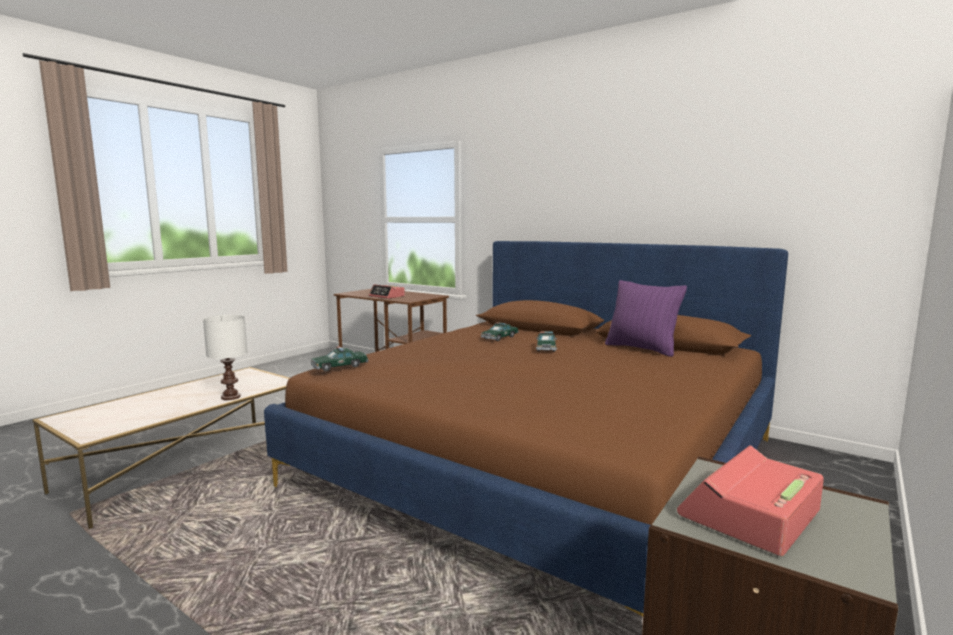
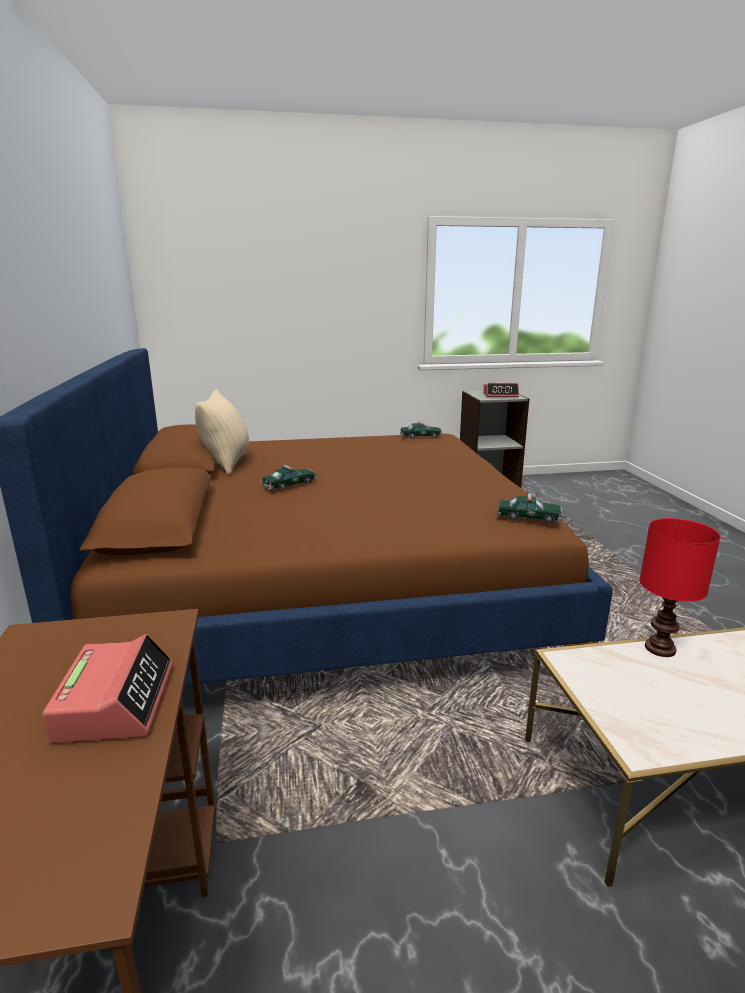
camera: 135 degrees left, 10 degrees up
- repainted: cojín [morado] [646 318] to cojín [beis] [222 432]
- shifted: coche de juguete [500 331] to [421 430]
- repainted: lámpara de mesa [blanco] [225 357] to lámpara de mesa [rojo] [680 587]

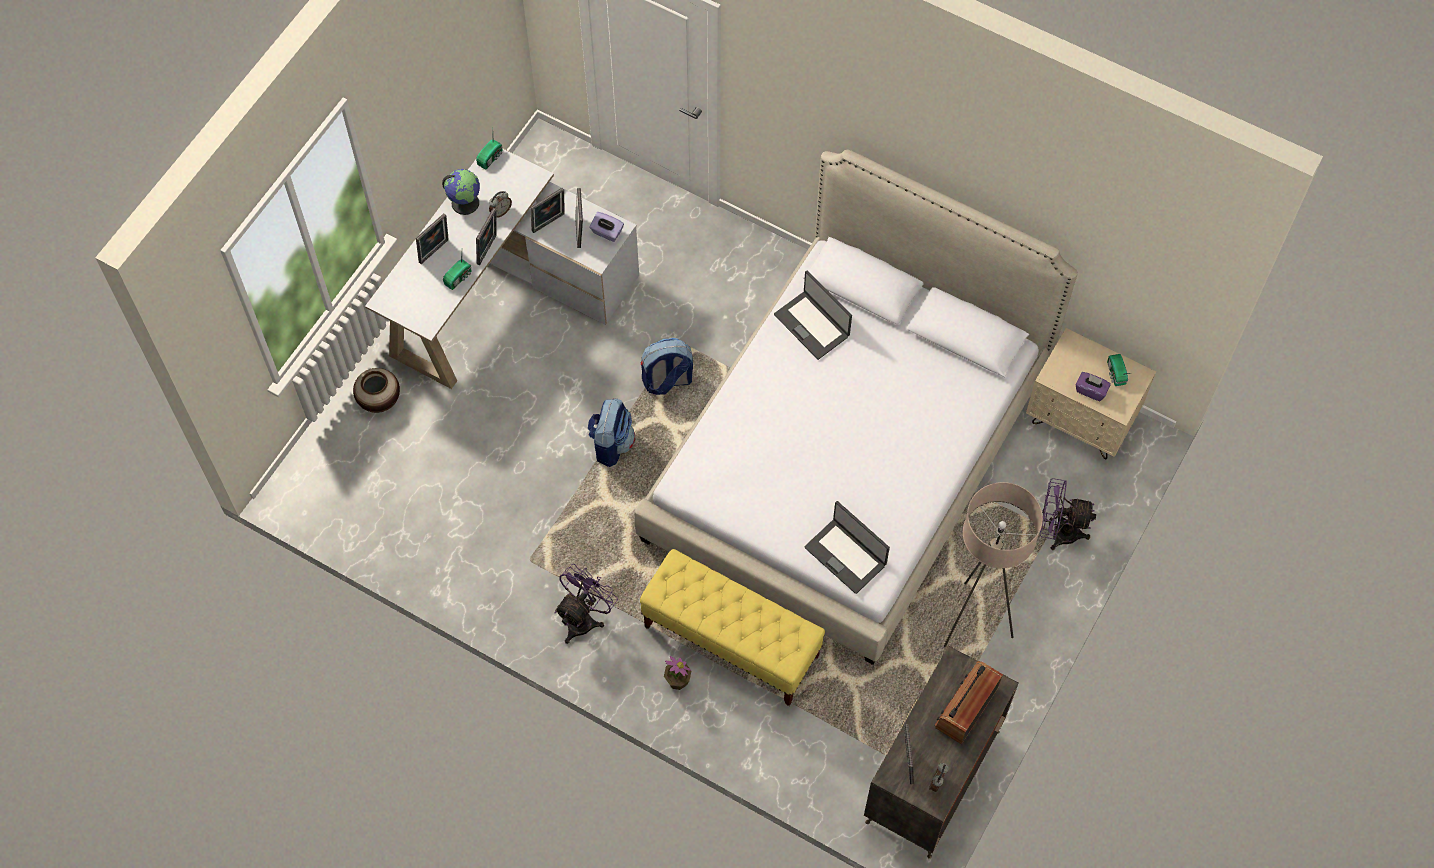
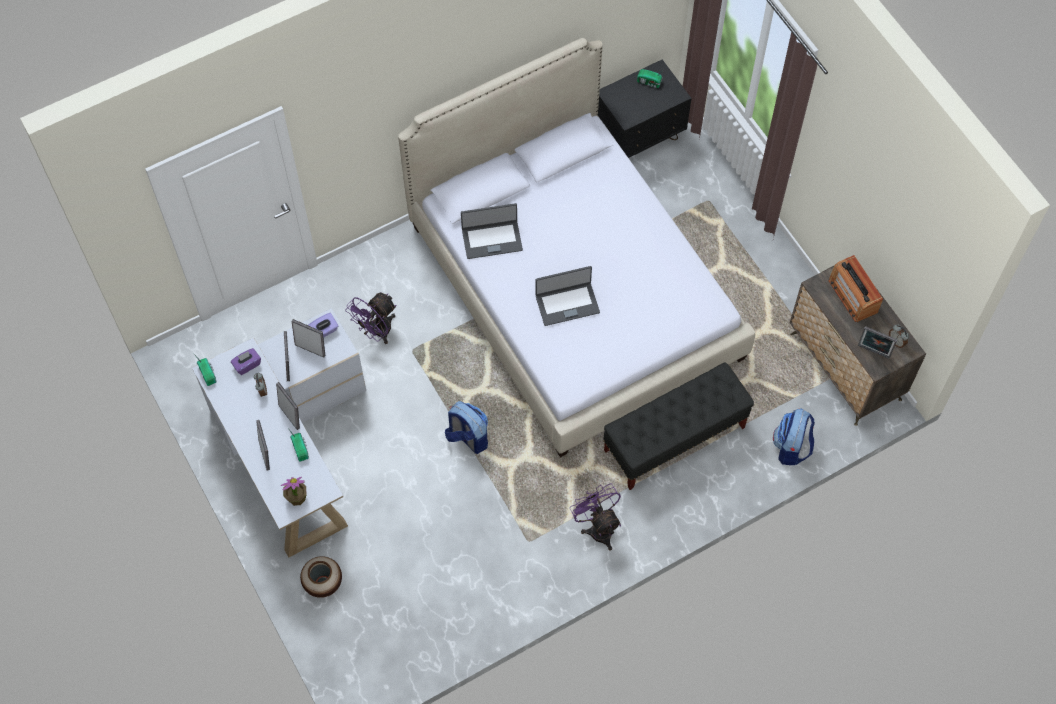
camera: 60 degrees left, 0 degrees up
- shifted: caja de pañuelos [morado] [1093 386] to [246 361]
- shifted: planta en maceta [677 673] to [293 491]
- shifted: ventilador [morado] [1068 514] to [370 318]
- shifted: portátil [847 547] to [567 296]
- repainted: mesita de noche [beis] [1091 394] to mesita de noche [negro] [644 108]
- repainted: banco [amarillo] [732 627] to banco [negro] [678 426]
- shifted: mochila [667 366] to [794 436]
- gone: globo terráqueo [461 192]
- gone: lámpara de pie [beis] [993 564]

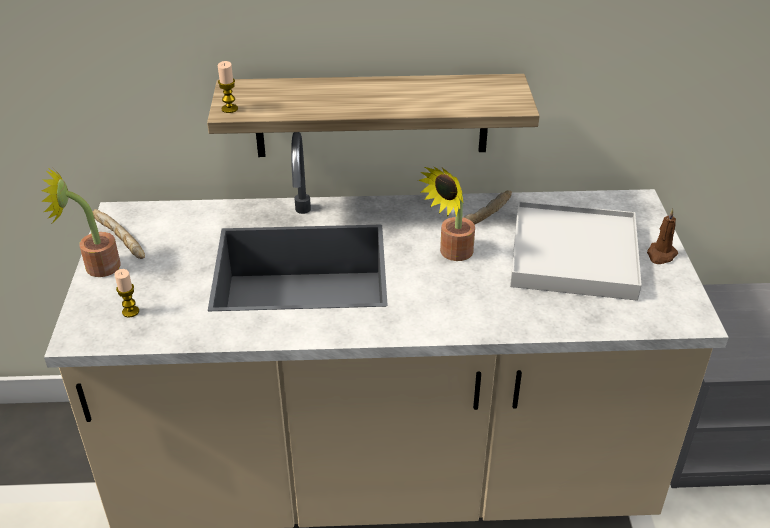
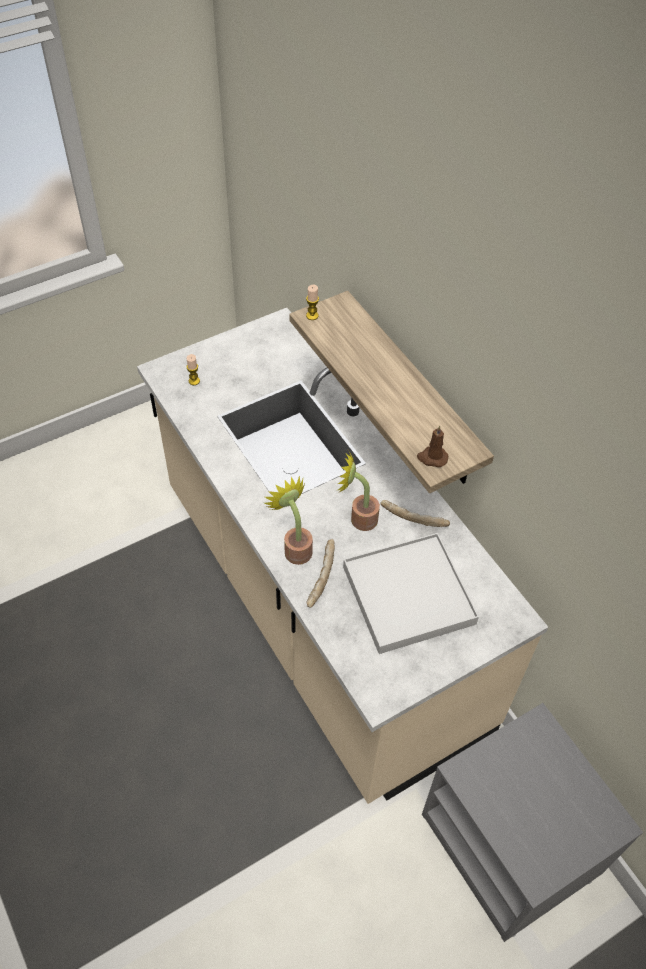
camera: 60 degrees right, 15 degrees up
- shifted: planta en maceta [81 222] to [288 520]
- shifted: pan [119 234] to [321 573]
- shifted: vela [marrón] [662 236] to [432 446]

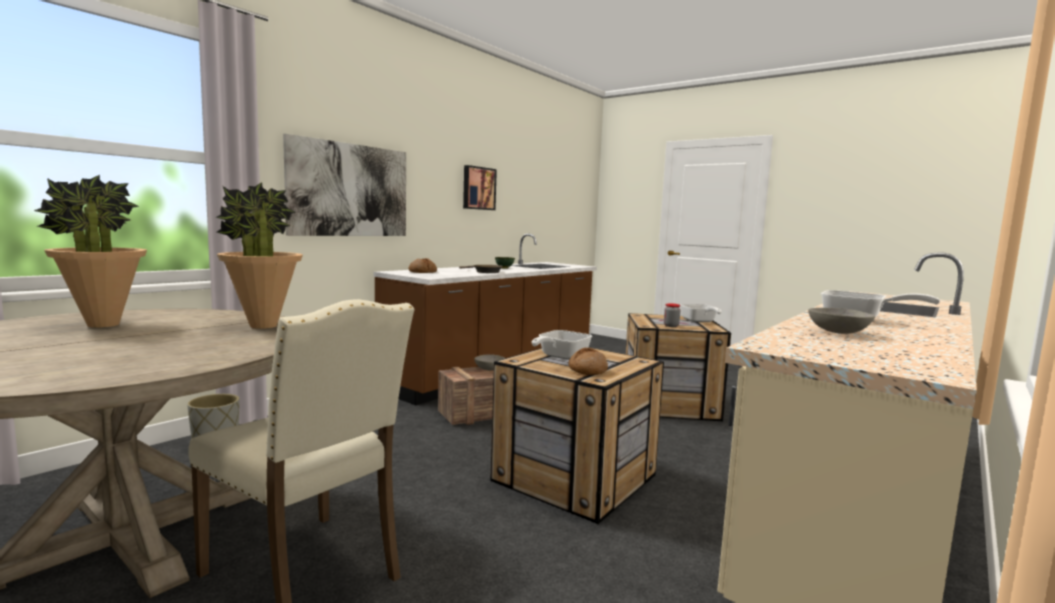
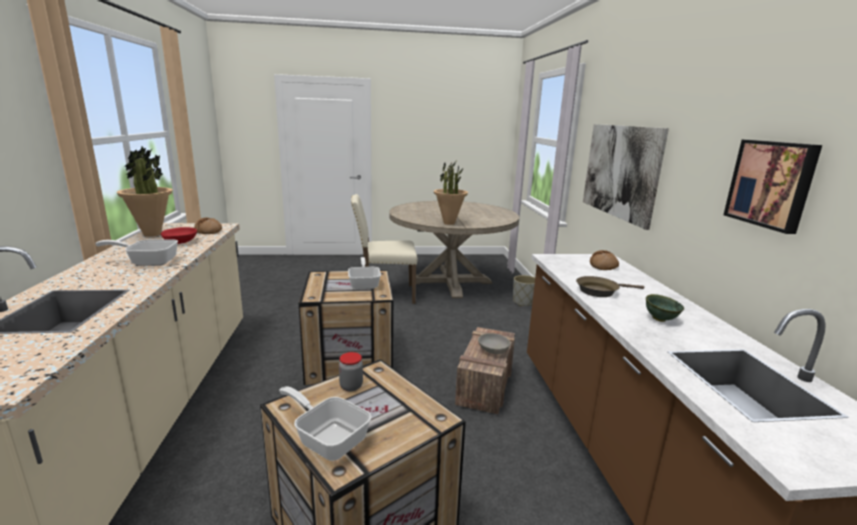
camera: 135 degrees right, 10 degrees up
- shifted: planta en maceta [90 251] to [144 192]
- repainted: cuenco [gris] [841 321] to cuenco [rojo] [179 235]
- shifted: pan [588 361] to [208 226]

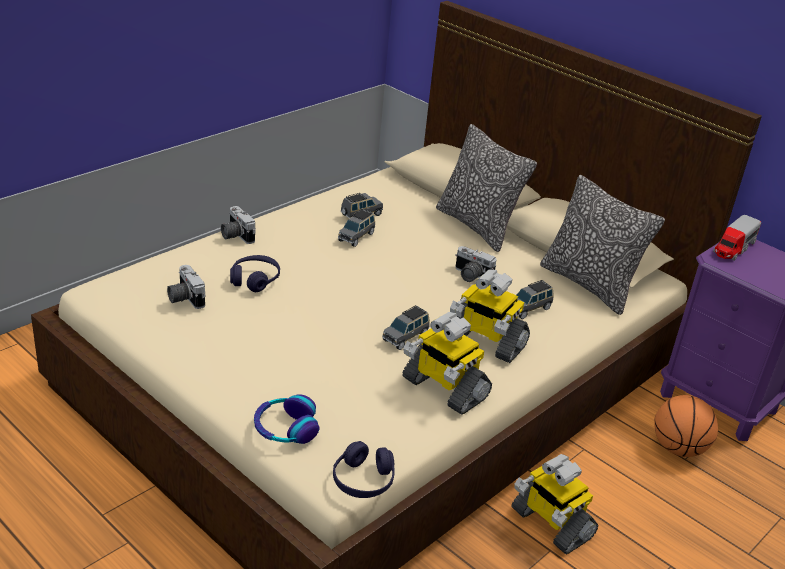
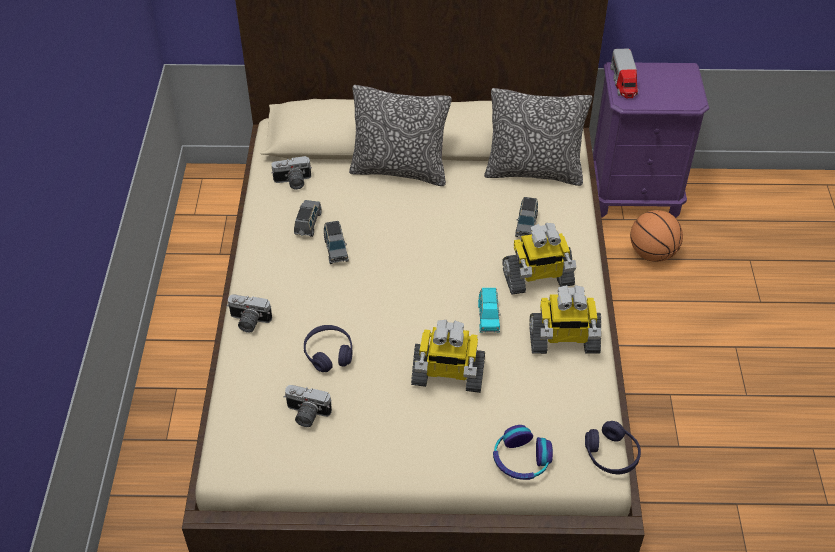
camera: 40 degrees left, 15 degrees up
- shifted: cámara [476 264] to [291 173]
- shifted: robot de juguete [555 504] to [448 356]
- repainted: coche de juguete [gris] [406 327] to coche de juguete [turquesa] [489 310]

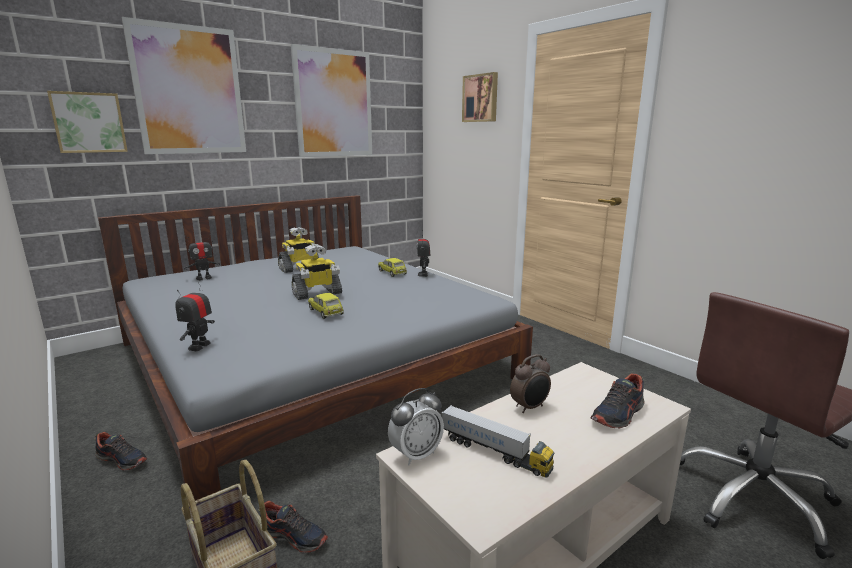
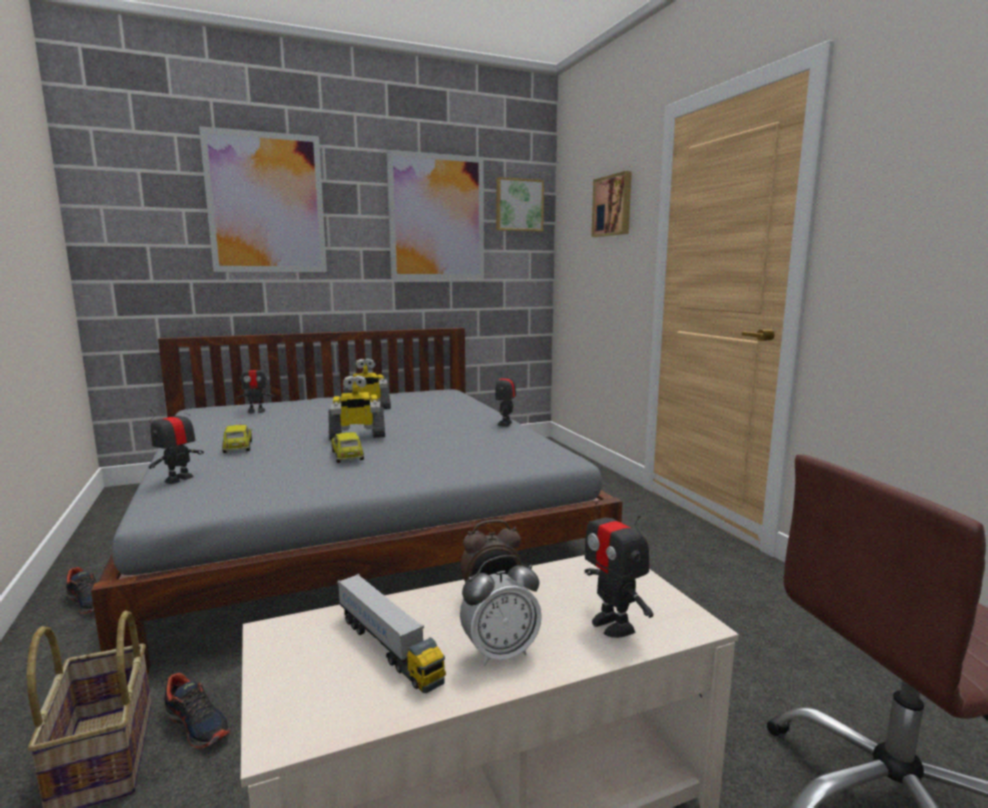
camera: 15 degrees right, 5 degrees down
- shifted: coche de juguete [392 267] to [237 439]
- shifted: despertador [416 426] to [501 610]
- shifted: cuadro [87 122] to [520 204]
- swapped: zapato [618 401] to robot de juguete [619 564]

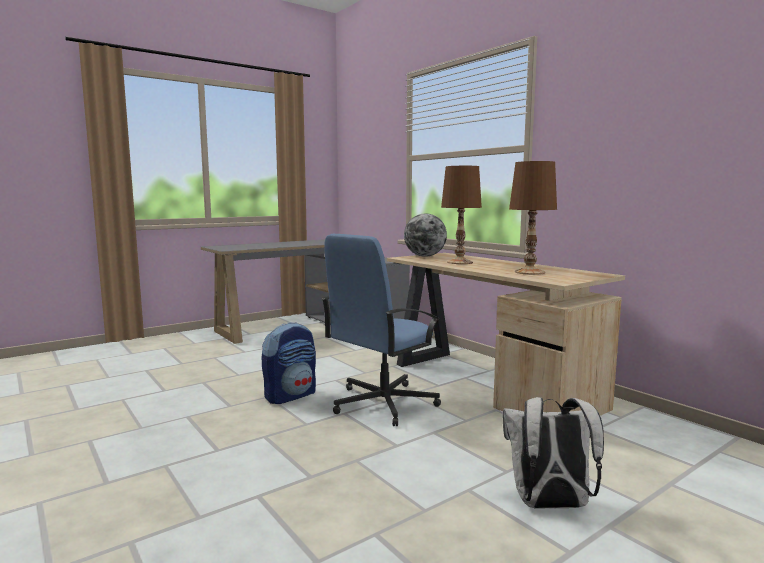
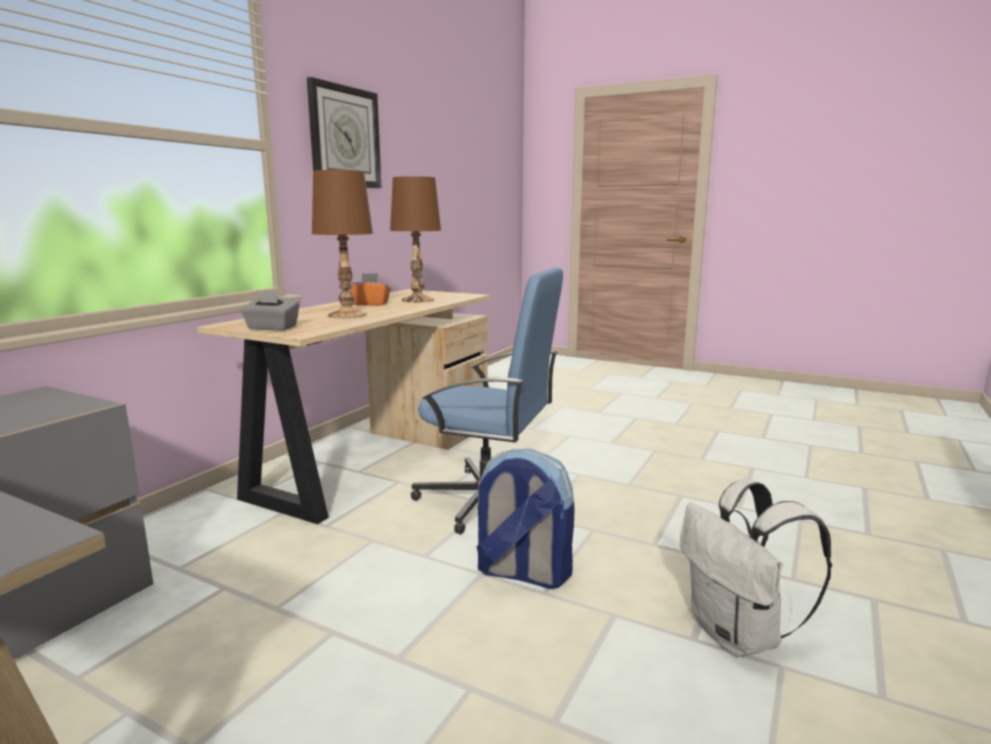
camera: 115 degrees left, 5 degrees up
- swapped: globo terráqueo [425 235] to caja de pañuelos [gris] [270 310]
- new: reloj de pared [344 132]
- new: caja de pañuelos [naranja] [370 289]
- shifted: mochila [blanco] [553 453] to [756 568]

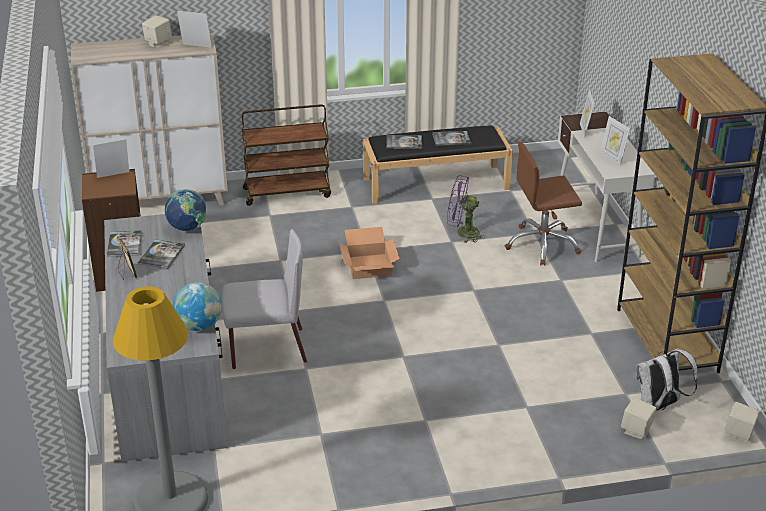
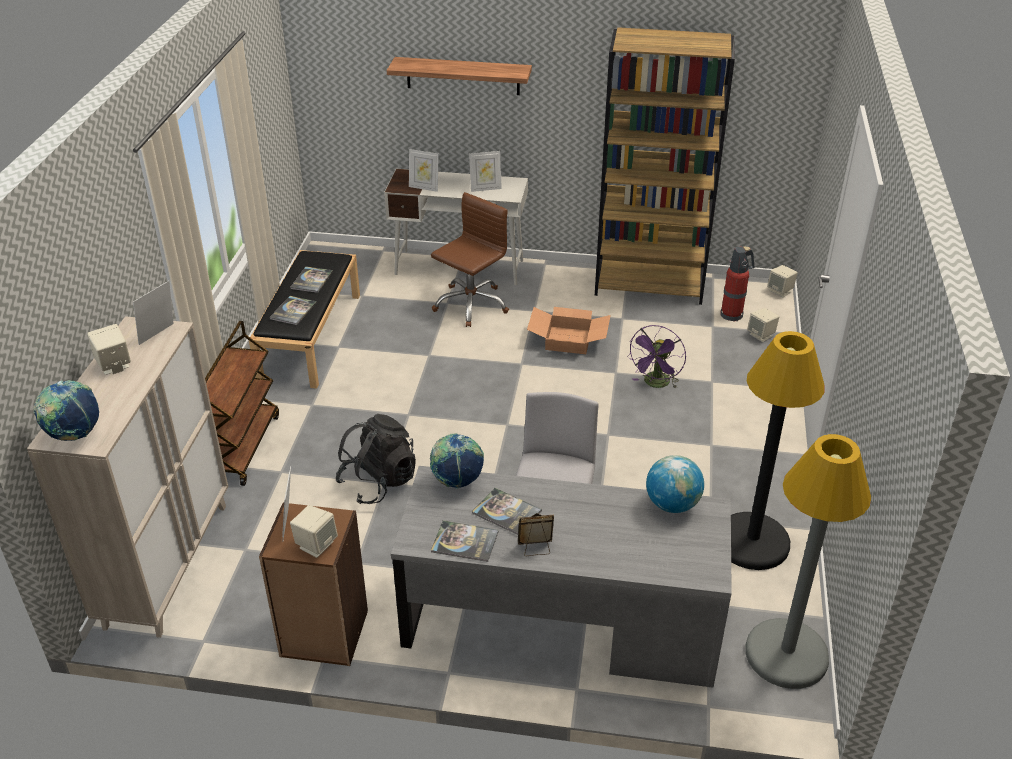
camera: 70 degrees left, 5 degrees up
- new: globo terráqueo [66 410]
- new: altavoz [beis] [314 531]
- new: mochila [negro] [376 459]
- new: estante [459 76]
- rotated: silla de oficina [marrón] [543 203] = [470 259] 150 degrees counterclockwise
- shifted: caja de cartón [369 253] to [569 330]
- shifted: ventilador [morado] [466 209] to [656 357]
- swapped: mochila [blanco] [667 379] to extintor [737 284]
- new: lámpara de pie [negro] [778 450]

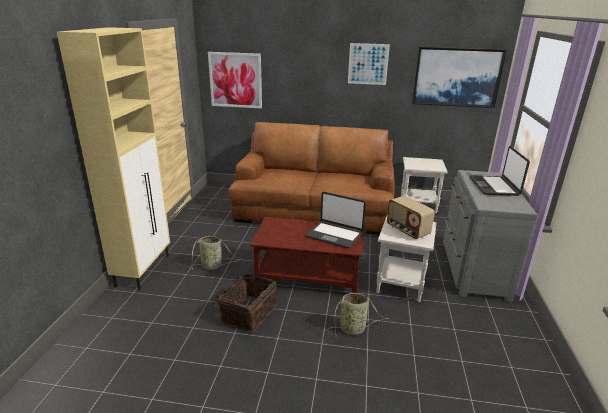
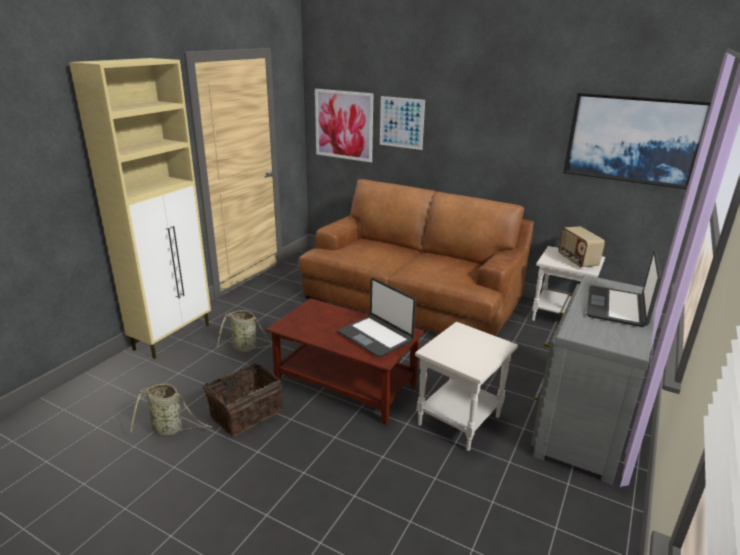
camera: 20 degrees right, 0 degrees up
- shifted: cesta [358 315] to [171 410]
- shifted: cuadro [369 64] to [402 123]
- shifted: radio [411 217] to [581 247]

